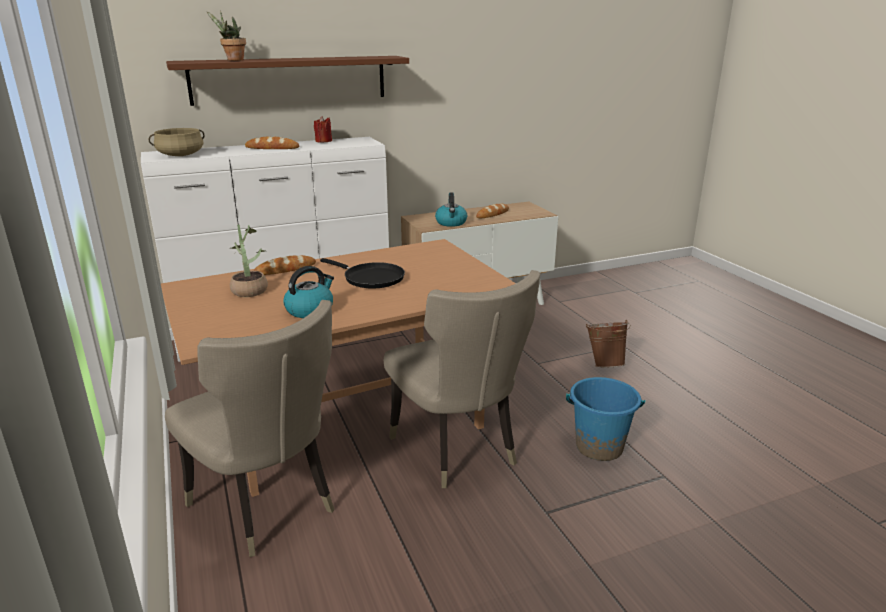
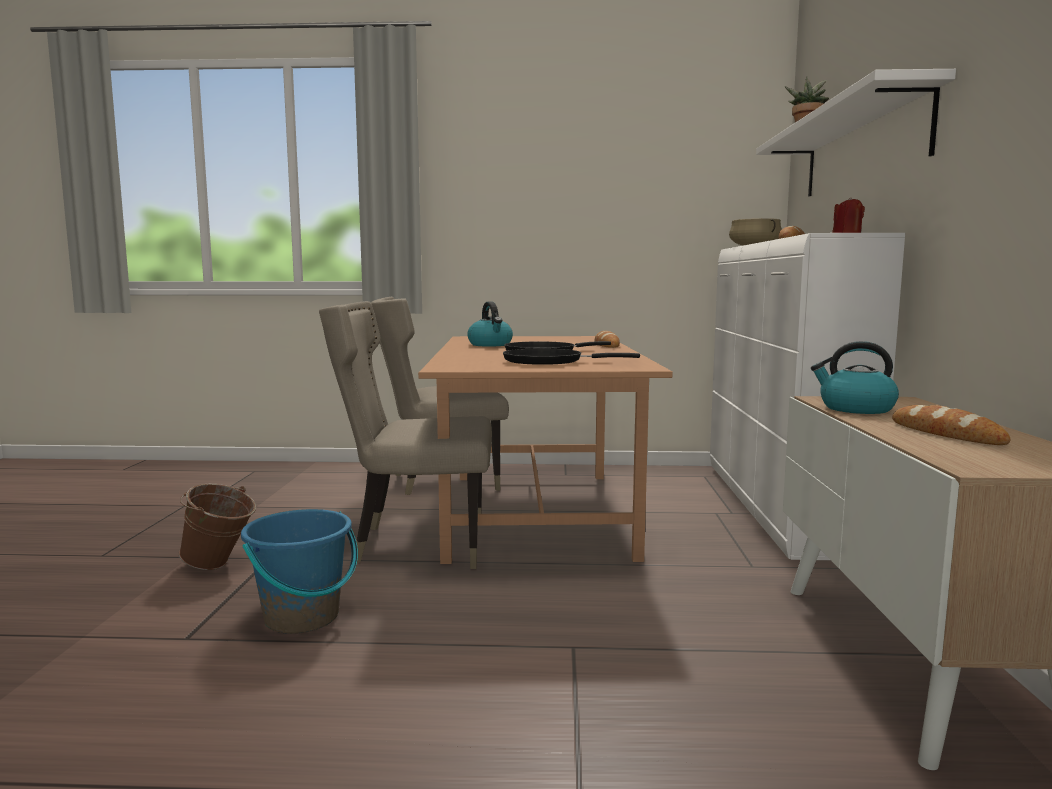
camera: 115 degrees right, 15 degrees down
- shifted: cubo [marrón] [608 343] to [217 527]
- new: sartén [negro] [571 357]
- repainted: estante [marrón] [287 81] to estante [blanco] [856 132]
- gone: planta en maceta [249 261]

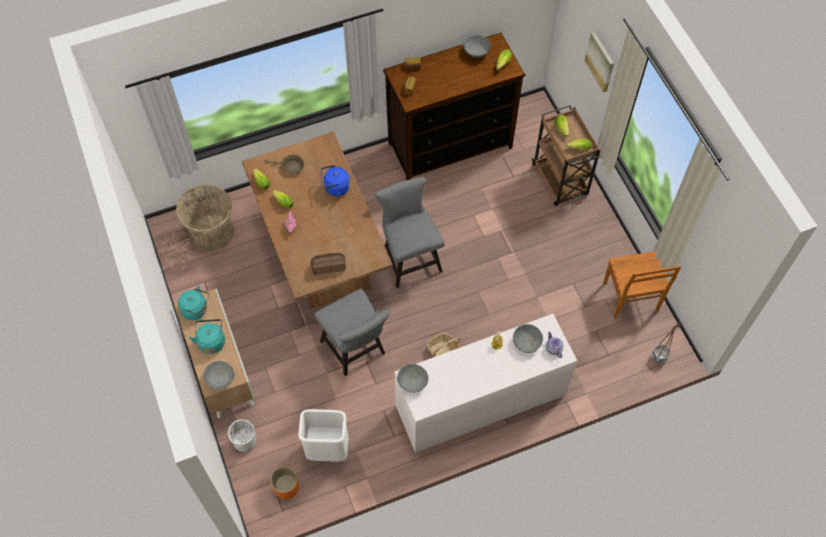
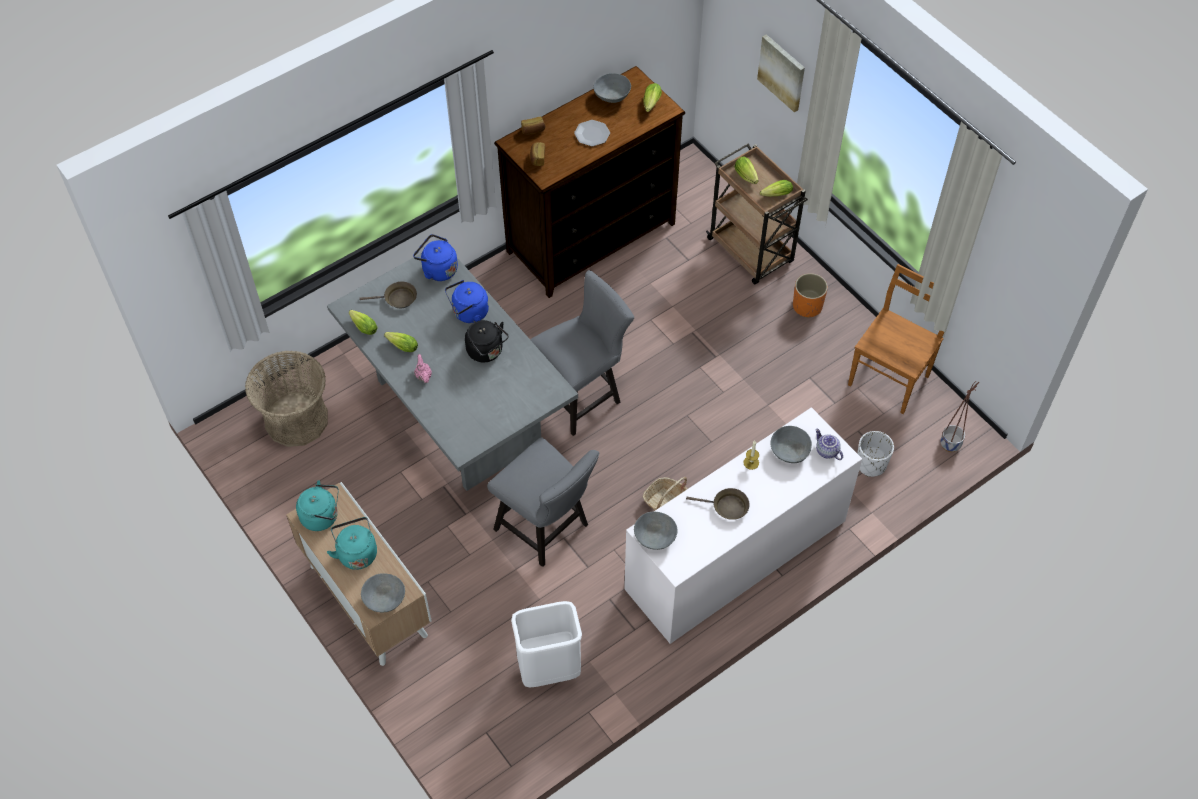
camera: 15 degrees left, 5 degrees down
- repainted: mesa de comedor [marrón] [317 220] to mesa de comedor [gris] [452 372]
- new: hervidor [azul] [435 257]
- new: hervidor [negro] [487 341]
- rotated: silla [gris] [409 232] = [582 353] 90 degrees clockwise
- new: plato [592 133]
- new: sartén [marrón] [717 504]
- shifted: maceta [naranja] [284 482] to [810 295]
- rotated: silla [marrón] [642 284] = [896 339] 120 degrees counterclockwise
- shifted: maceta [blanco] [242 435] to [875 454]
- gone: pan [328 264]

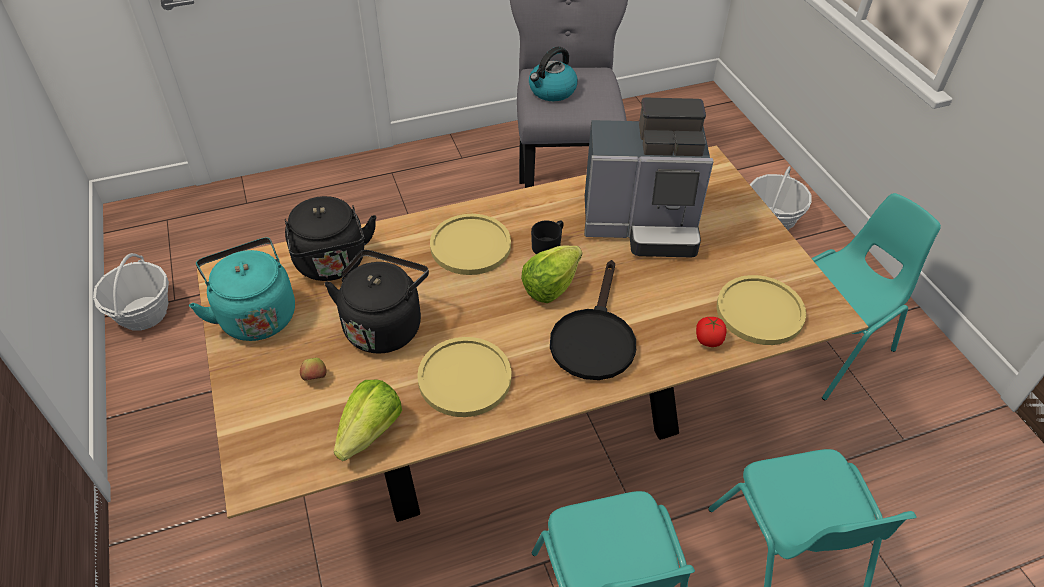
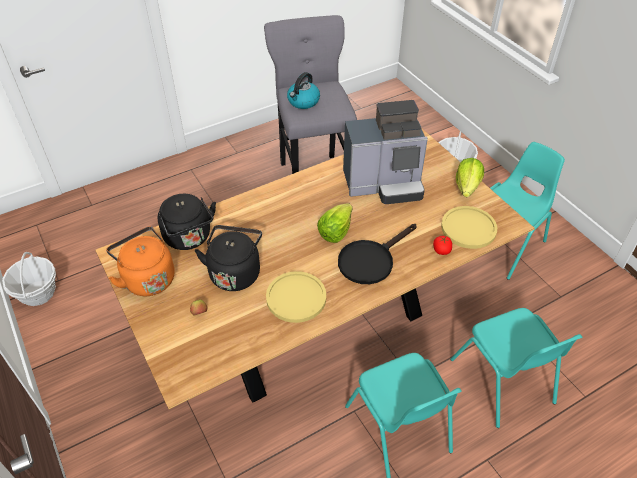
camera: 10 degrees left, 0 degrees up
- repainted: hervidor [turquesa] [242 289] to hervidor [naranja] [140 261]
- rotated: sartén [negro] [593 320] = [377 254] 45 degrees clockwise
- shifted: lechuga [368 420] to [470 177]
- gone: plato [amarillo] [470 244]
- gone: taza grande [negro] [547 237]

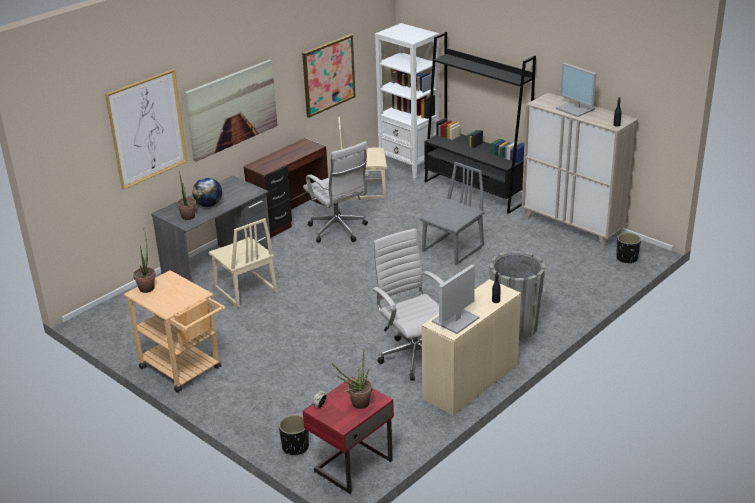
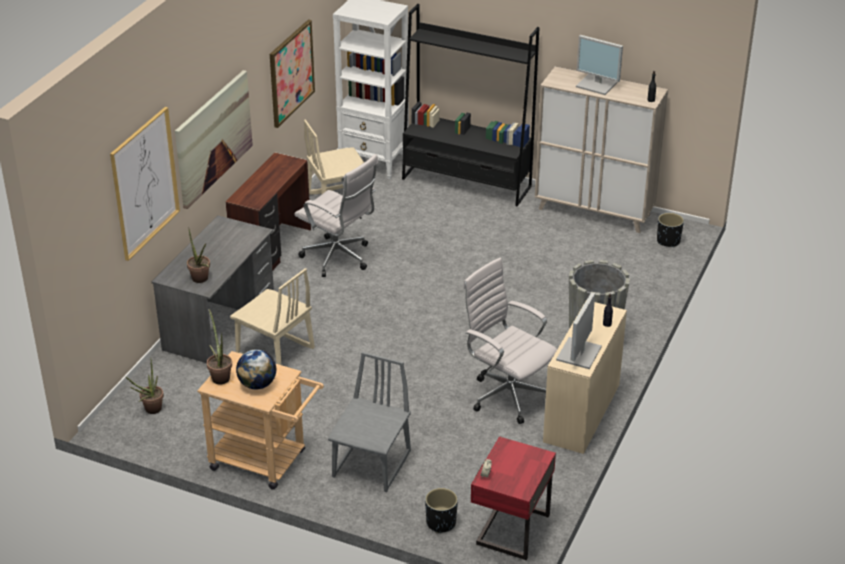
camera: 20 degrees left, 5 degrees up
- shifted: planta en maceta [352 378] to [145 387]
- shifted: globo terráqueo [207 192] to [256 369]
- shifted: silla [gris] [452 213] to [369 422]

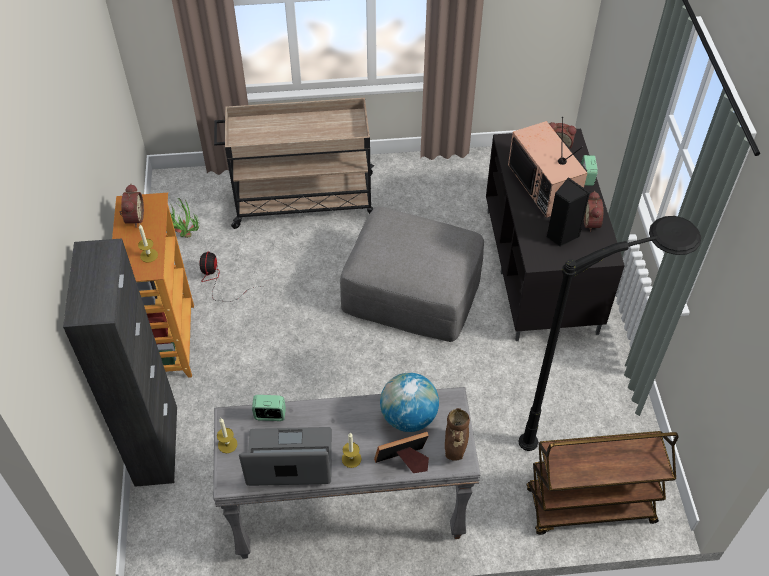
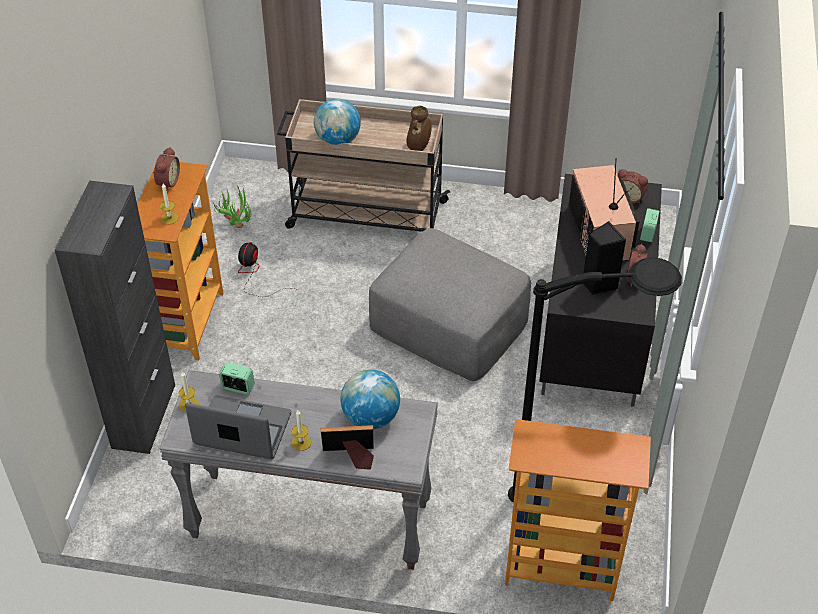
camera: 15 degrees right, 5 degrees down
- new: globo terráqueo [337 122]
- shifted: florero [marrón] [457 434] to [419 128]
- swapped: carrito [marrón] [602 483] to estantería [578 510]

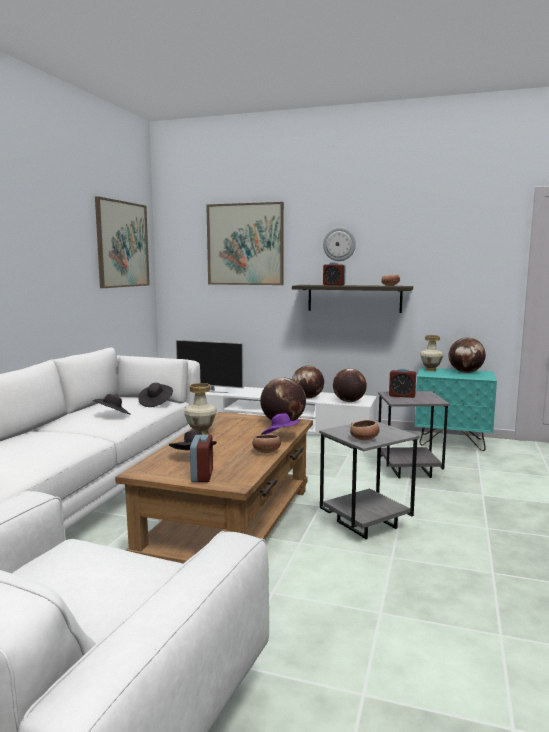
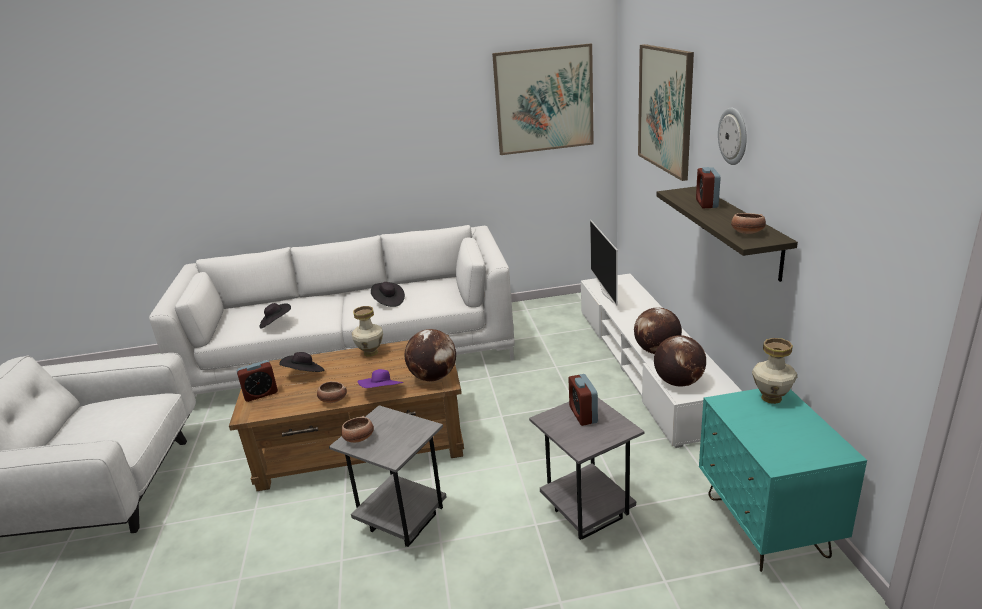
camera: 65 degrees right, 15 degrees up
- shifted: sombrero [negro] [156 395] to [275 316]
- gone: globo terráqueo [467 355]

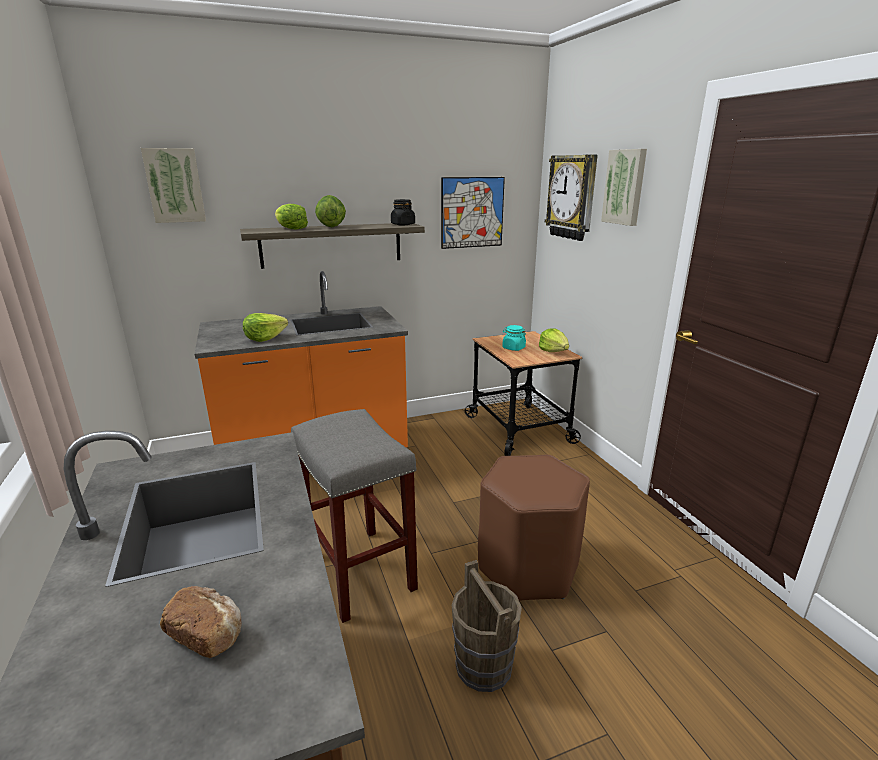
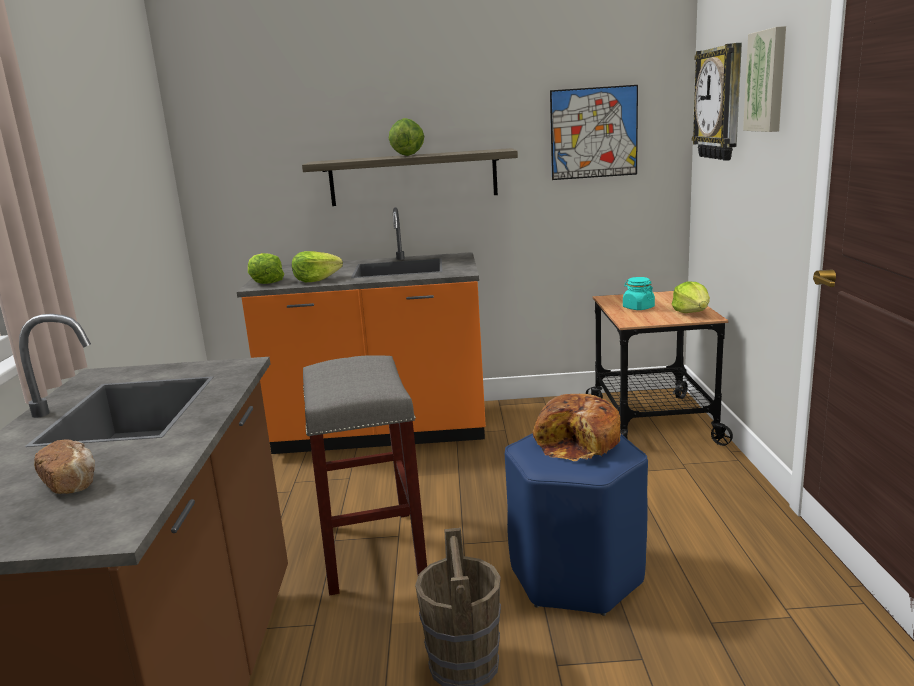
camera: 20 degrees right, 5 degrees down
- shifted: lechuga [291 216] to [266 268]
- repainted: taburete [marrón] [534 528] to taburete [azul] [576 524]
- new: pan [576 427]
- gone: cuadro [173 185]
- gone: tarro [negro] [403 212]

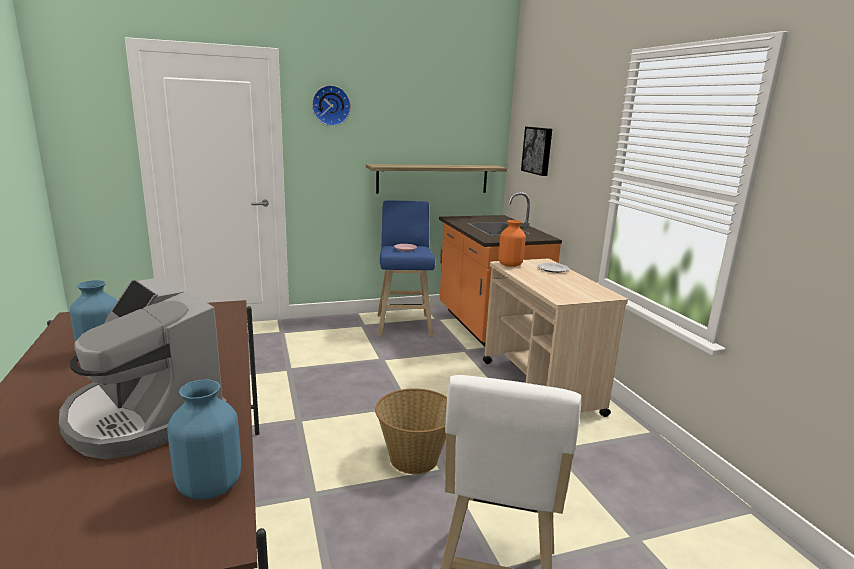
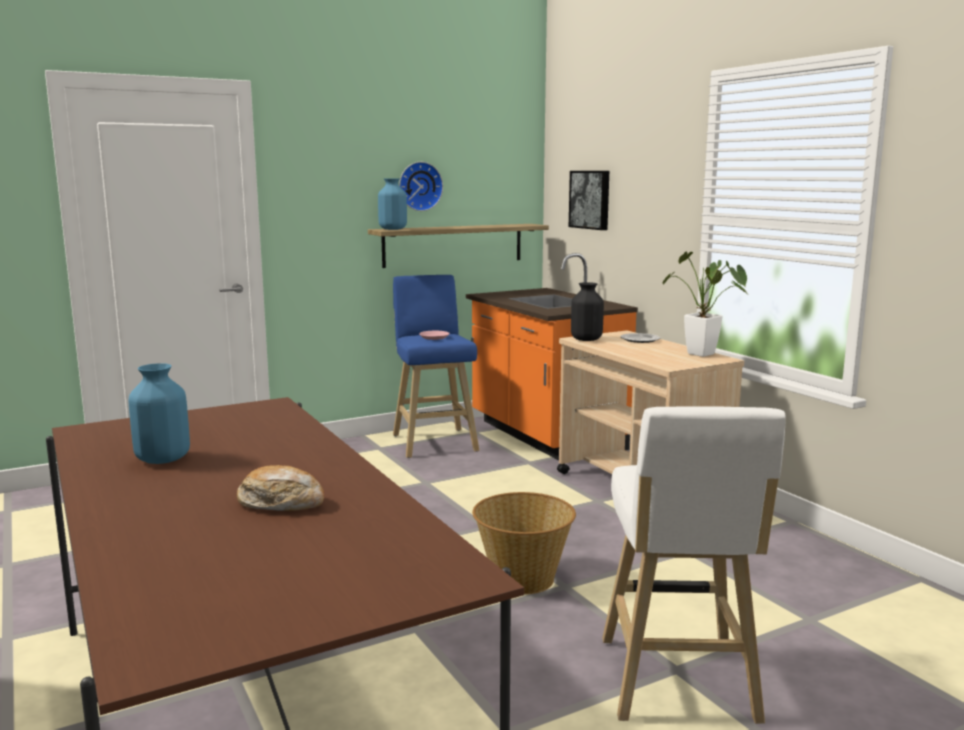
camera: 10 degrees left, 5 degrees down
- swapped: cafetera [143 368] to pan [280 488]
- shifted: florero [azul] [204 440] to [392 204]
- shifted: reloj de pared [331 105] to [421 186]
- repainted: florero [naranja] [512 243] to florero [negro] [587 311]
- new: planta en maceta [704 304]

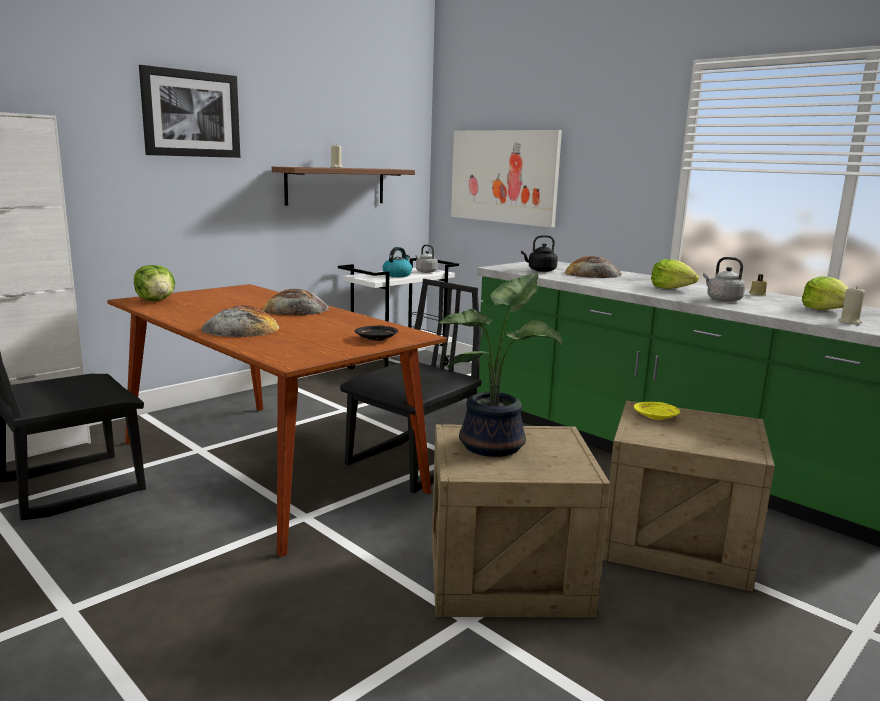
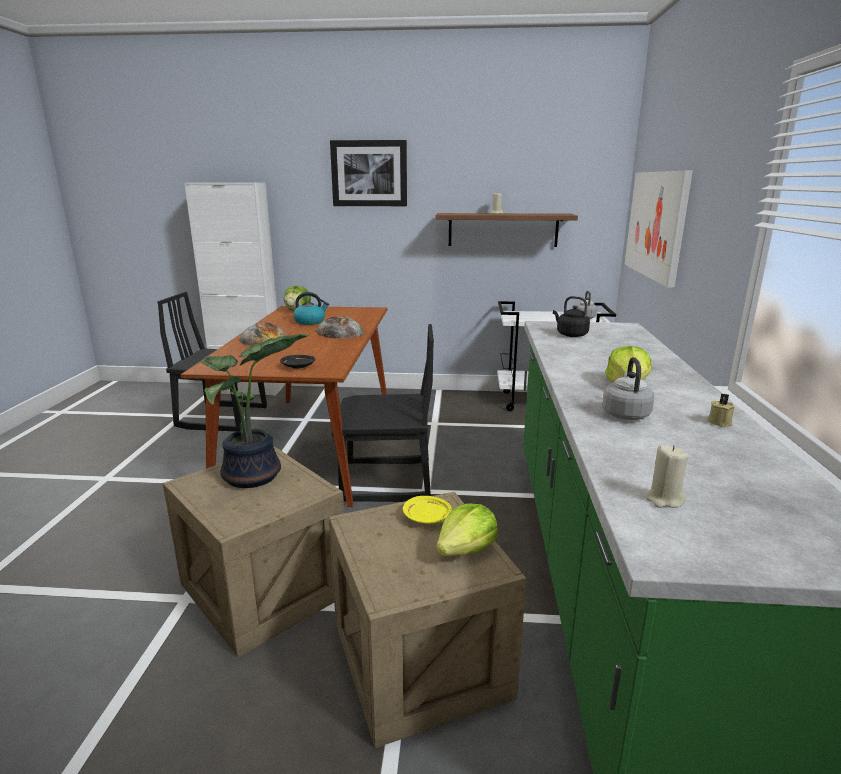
camera: 50 degrees right, 5 degrees up
- shifted: hervidor [397 262] to [311 308]
- shifted: lechuga [825 293] to [467 529]
- gone: pan [593 267]

